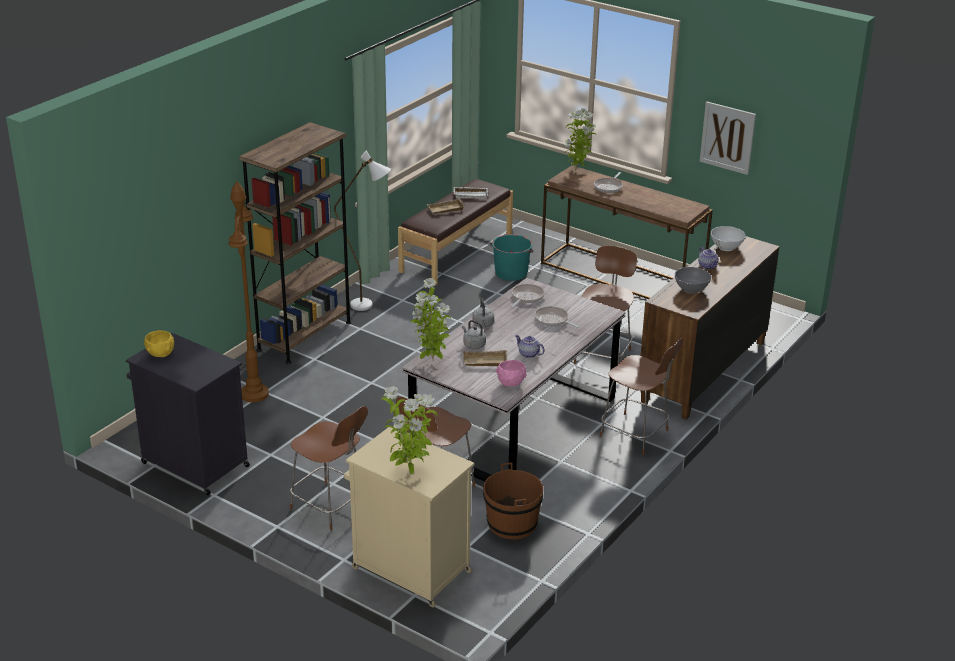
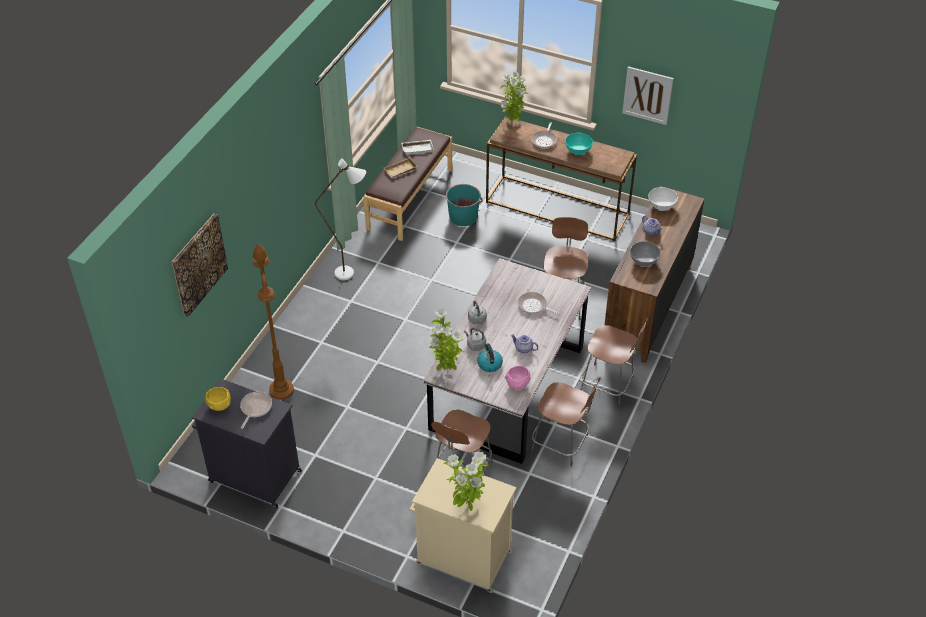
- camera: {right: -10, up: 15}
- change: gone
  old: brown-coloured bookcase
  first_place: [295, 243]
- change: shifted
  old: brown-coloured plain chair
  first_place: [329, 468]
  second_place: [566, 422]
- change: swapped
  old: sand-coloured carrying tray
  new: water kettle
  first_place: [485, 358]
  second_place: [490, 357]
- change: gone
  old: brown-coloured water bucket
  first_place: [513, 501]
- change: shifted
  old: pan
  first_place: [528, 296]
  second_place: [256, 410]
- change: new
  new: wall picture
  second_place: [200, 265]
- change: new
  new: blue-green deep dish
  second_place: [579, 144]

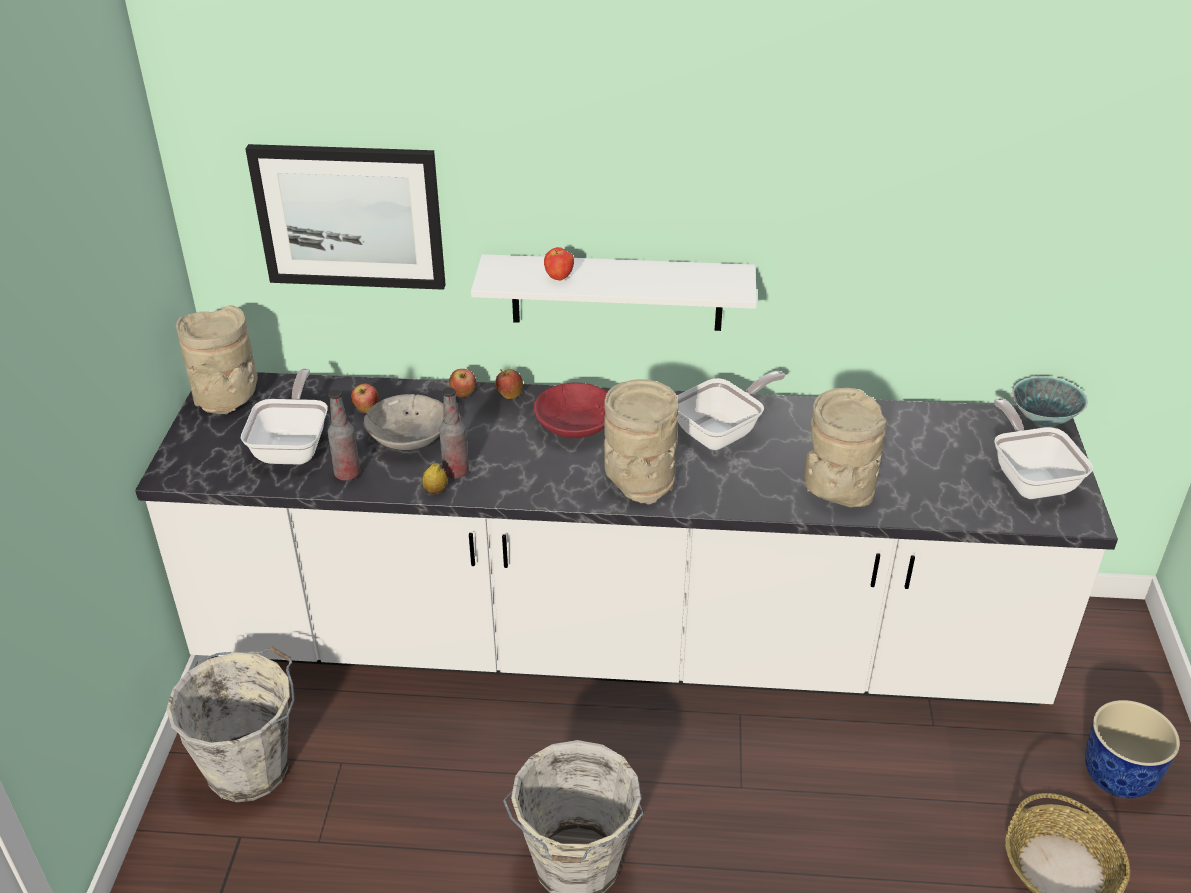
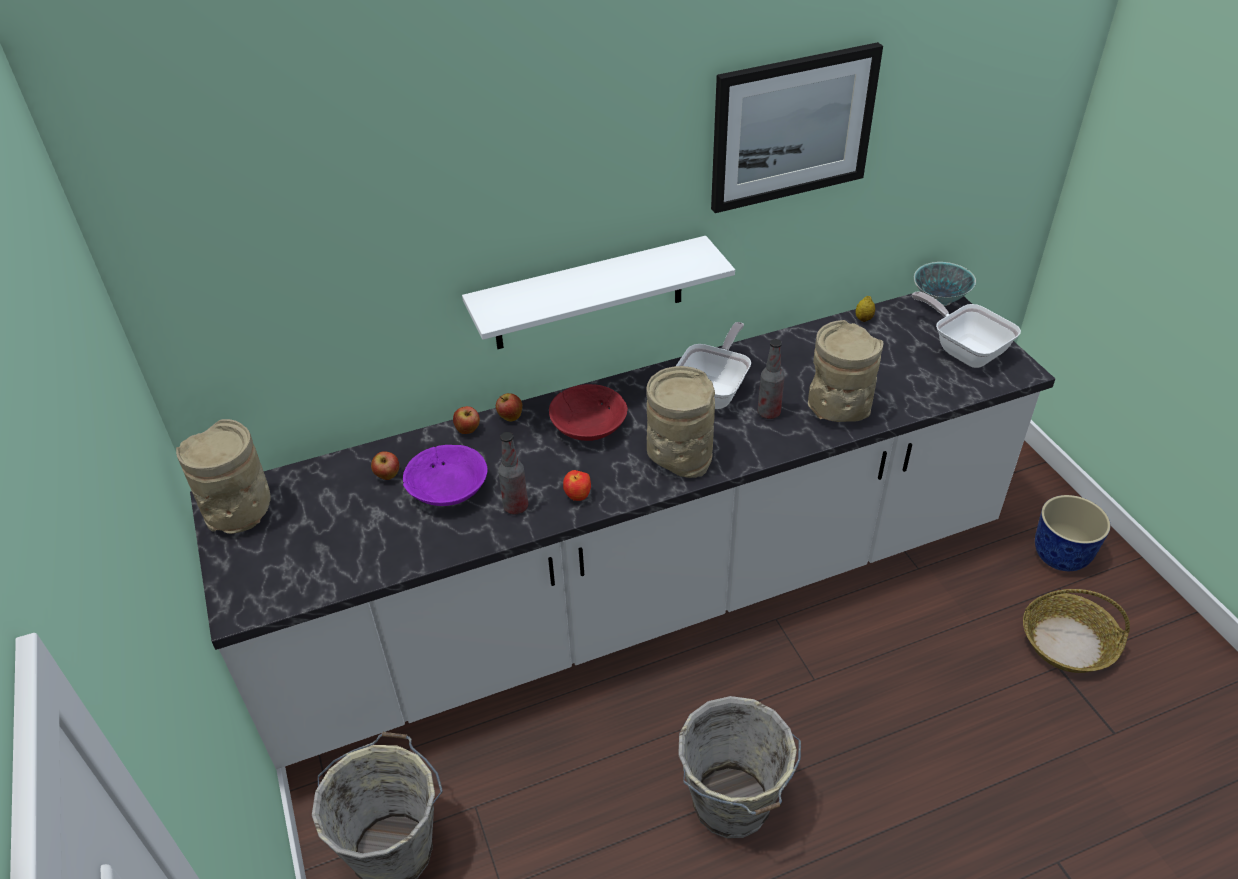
- camera: {right: -25, up: 5}
- change: gone
  old: pan
  first_place: [284, 416]
- change: shifted
  old: wall picture
  first_place: [345, 217]
  second_place: [797, 127]
- change: shifted
  old: drink bottle
  first_place: [344, 435]
  second_place: [771, 379]
- change: repainted
  old: greyish deep dish
  new: purple deep dish
  first_place: [404, 422]
  second_place: [445, 475]
- change: shifted
  old: citrus fruit
  first_place: [434, 478]
  second_place: [865, 309]
- change: shifted
  old: apple fruit
  first_place: [559, 264]
  second_place: [577, 485]

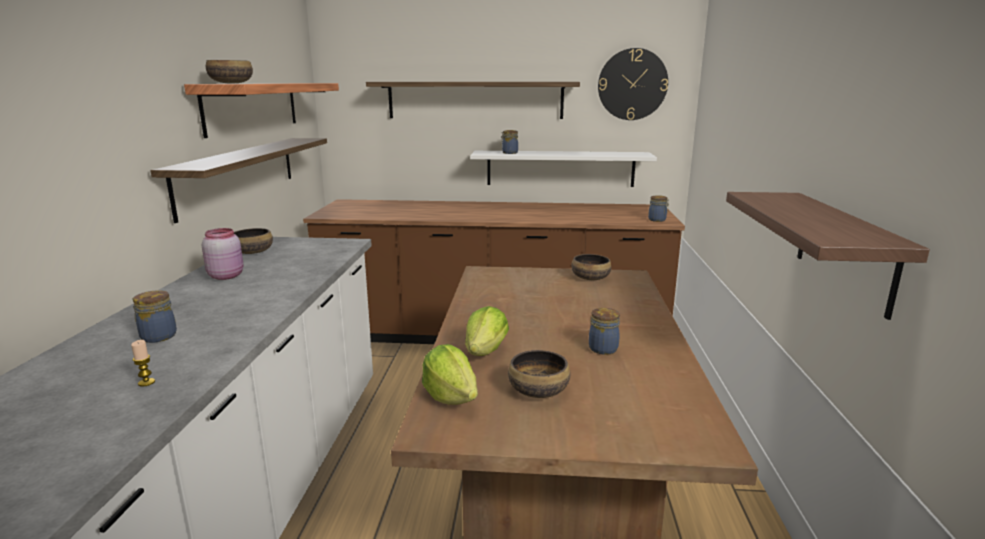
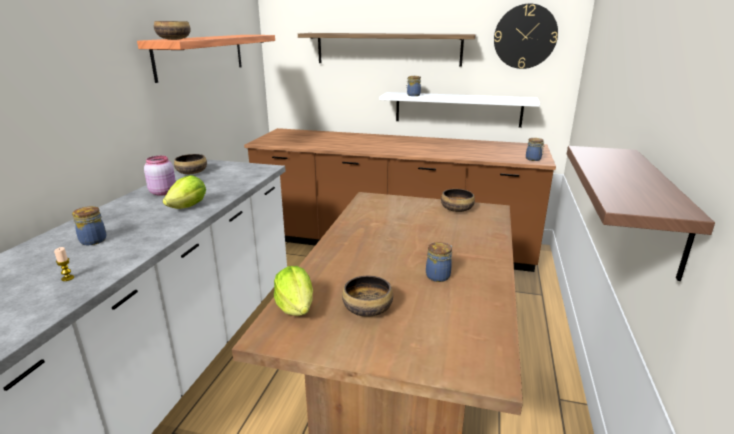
- camera: {right: 10, up: 5}
- change: gone
  old: wall shelf
  first_place: [238, 180]
- change: shifted
  old: head of lettuce
  first_place: [487, 331]
  second_place: [184, 192]

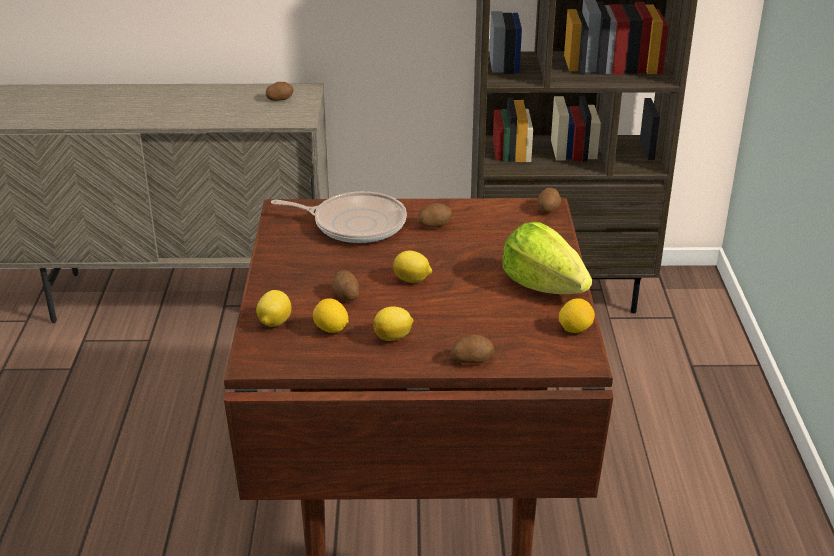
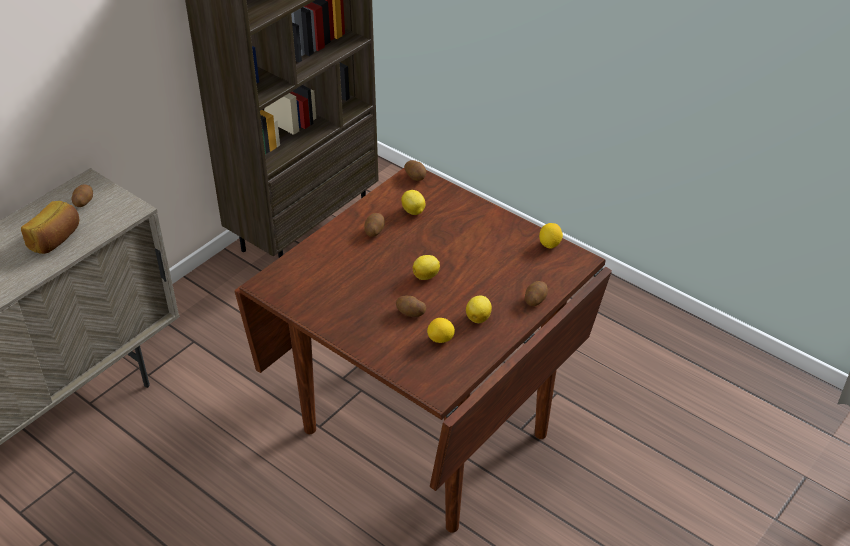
- camera: {right: -50, up: 10}
- change: shifted
  old: citrus fruit
  first_place: [273, 308]
  second_place: [413, 202]
- change: gone
  old: pan
  first_place: [339, 217]
- change: gone
  old: head of lettuce
  first_place: [547, 258]
- change: new
  new: baked bread
  second_place: [50, 227]

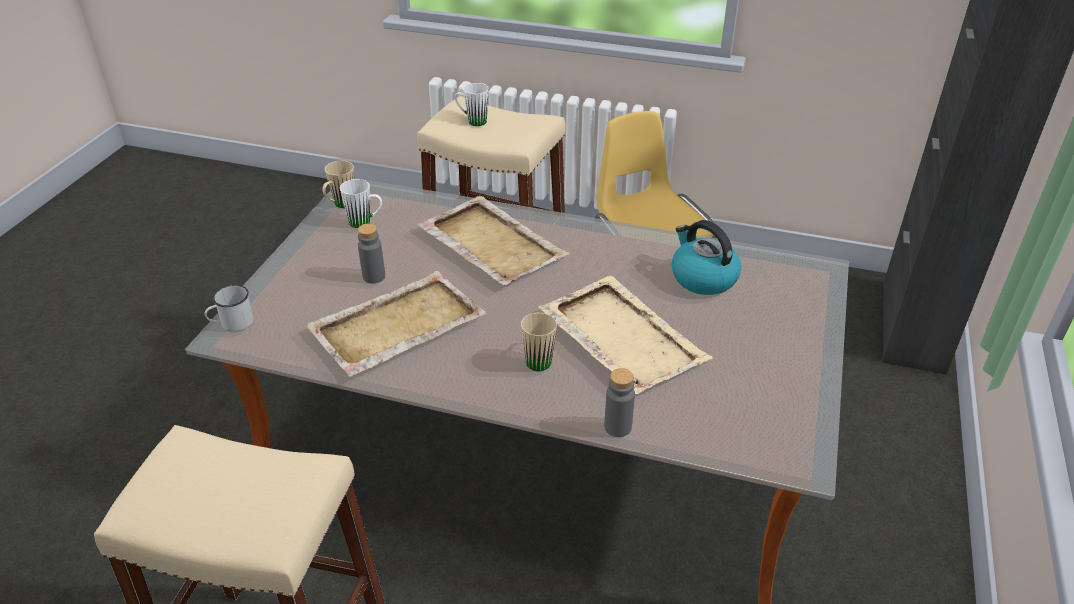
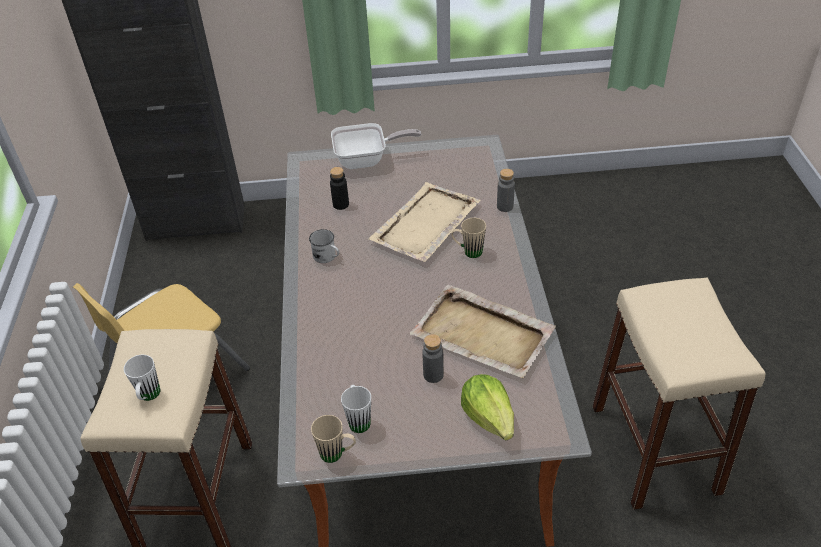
- camera: {right: -110, up: 5}
- change: shifted
  old: whitish tea mug
  first_place: [229, 308]
  second_place: [324, 246]
- change: gone
  old: sand-coloured carrying tray
  first_place: [493, 240]
- change: swapped
  old: water kettle
  new: black-coloured drink bottle
  first_place: [706, 257]
  second_place: [339, 188]
- change: new
  new: pan
  second_place: [376, 146]
- change: new
  new: head of lettuce
  second_place: [487, 407]

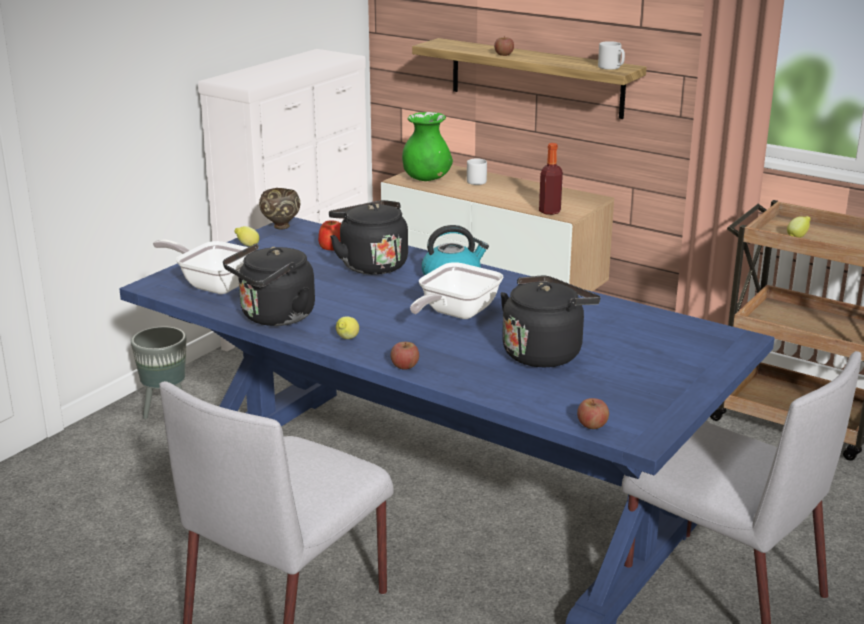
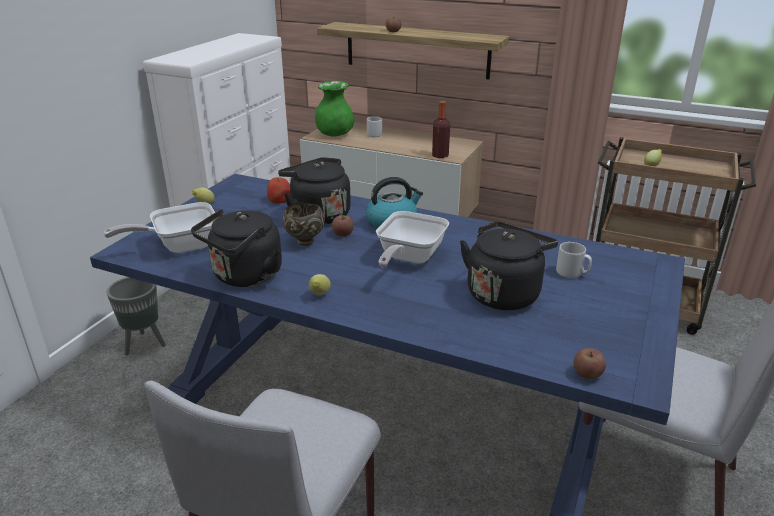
- camera: {right: -10, up: 5}
- change: rotated
  old: pan
  first_place: [200, 267]
  second_place: [160, 227]
  degrees: -45
- change: shifted
  old: brown-coloured deep dish
  first_place: [279, 209]
  second_place: [303, 224]
- change: shifted
  old: apple fruit
  first_place: [405, 356]
  second_place: [343, 226]
- change: shifted
  old: greyish tea mug
  first_place: [611, 55]
  second_place: [574, 260]

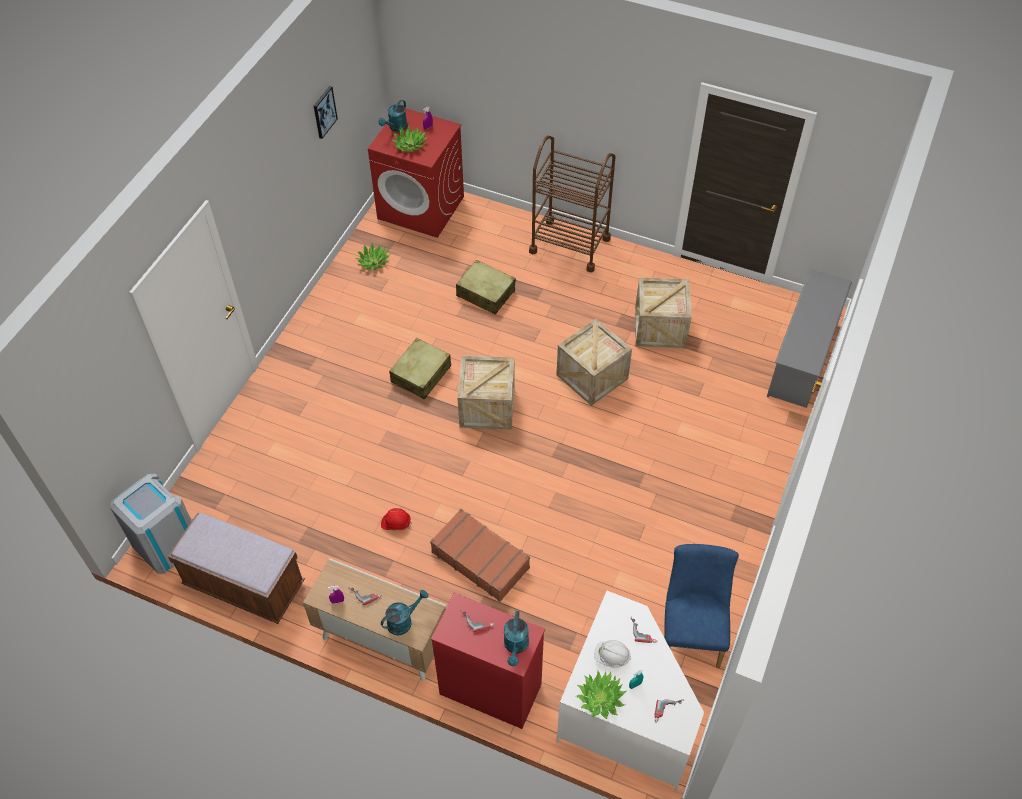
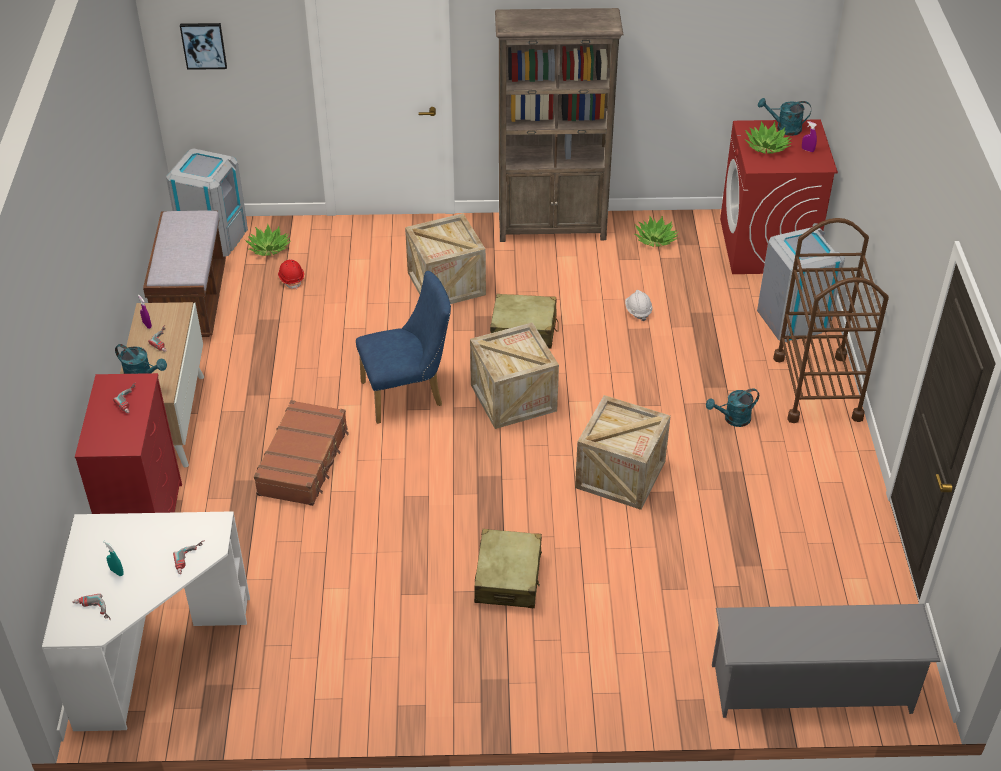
- camera: {right: 65, up: -10}
- change: shifted
  old: wall picture
  first_place: [326, 112]
  second_place: [203, 46]
- change: shifted
  old: reddish safety helmet
  first_place: [396, 519]
  second_place: [291, 274]
- change: shifted
  old: sand-coloured piece of luggage
  first_place: [486, 287]
  second_place: [508, 568]
- change: shifted
  old: blue-green watering pot
  first_place: [516, 638]
  second_place: [732, 407]
- change: shifted
  old: potted plant
  first_place: [601, 695]
  second_place: [268, 240]
- change: shifted
  old: whitish safety helmet
  first_place: [612, 654]
  second_place: [638, 305]
- change: shifted
  old: shipping crate
  first_place: [663, 312]
  second_place: [445, 258]
- change: shifted
  old: bluish plain chair
  first_place: [701, 606]
  second_place: [403, 347]
- change: new
  new: brown-coloured bookcase
  second_place: [559, 125]
- change: new
  new: greyish waste bin
  second_place: [801, 284]

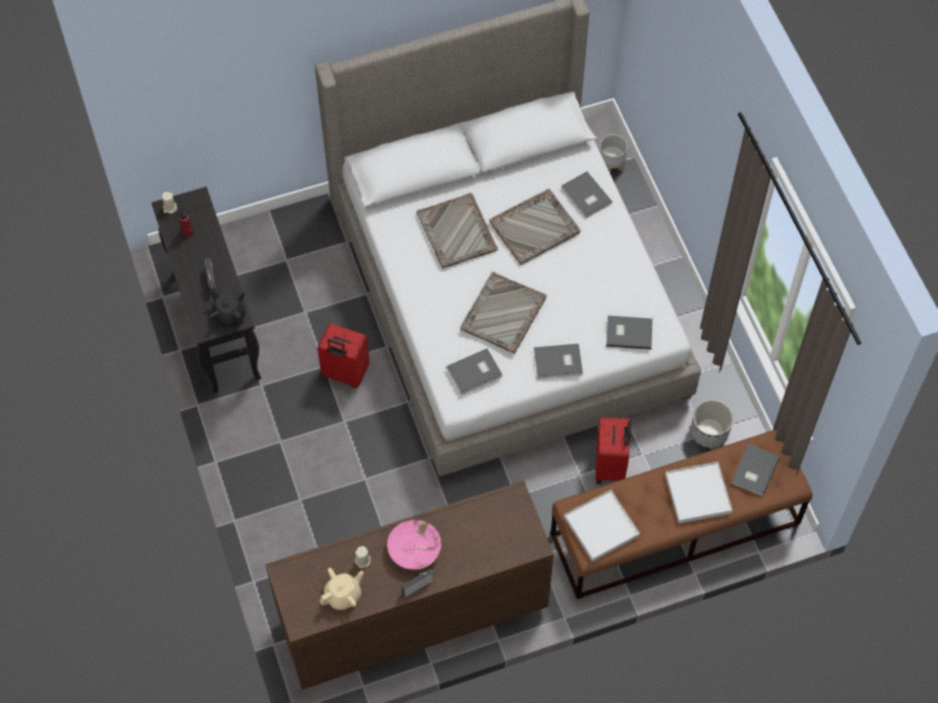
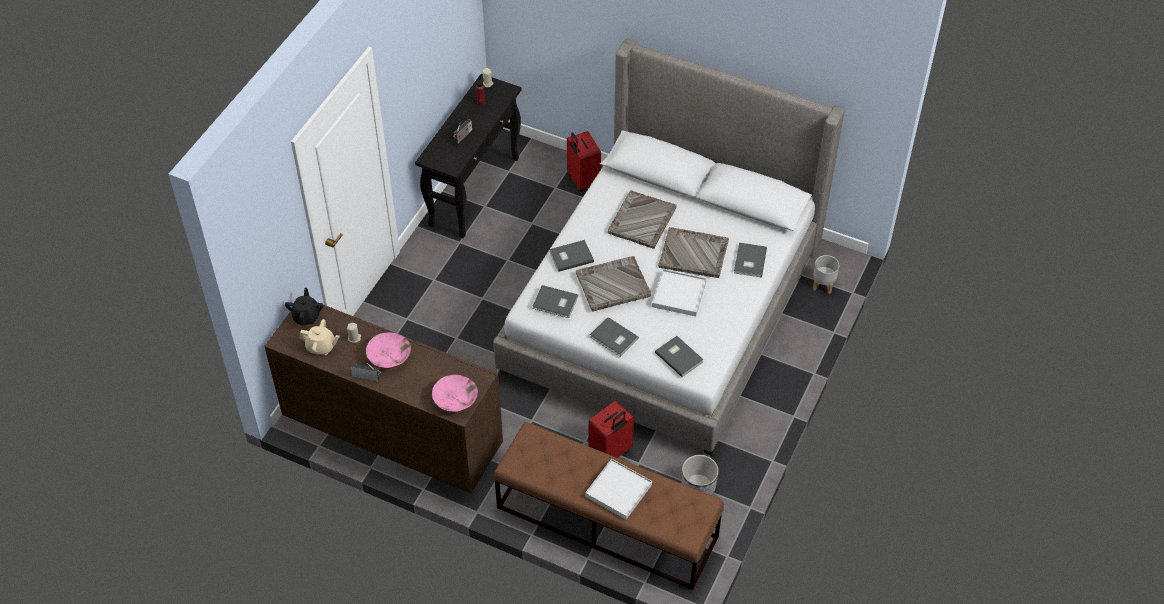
- camera: {right: 45, up: -10}
- change: shifted
  old: black-coloured tea pot
  first_place: [227, 308]
  second_place: [304, 306]
- change: shifted
  old: reddish piece of luggage
  first_place: [343, 355]
  second_place: [584, 161]
- change: shifted
  old: whitish carrying tray
  first_place: [602, 526]
  second_place: [679, 293]
- change: shifted
  old: greyish bound book
  first_place: [755, 470]
  second_place: [571, 256]
- change: new
  new: pinkish deep dish
  second_place: [455, 393]

